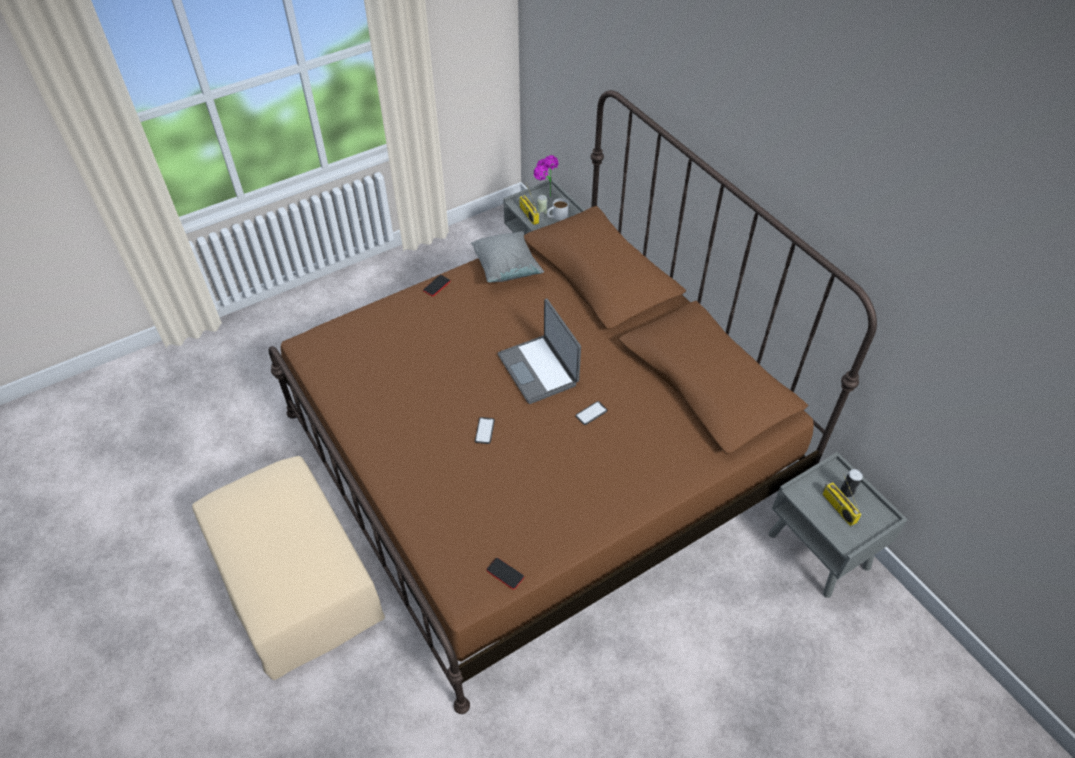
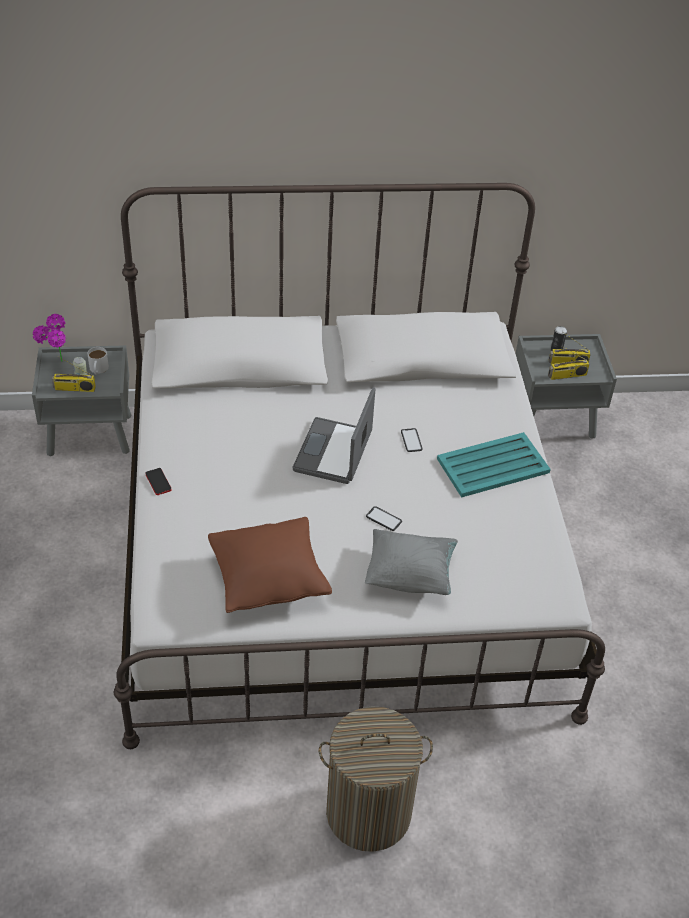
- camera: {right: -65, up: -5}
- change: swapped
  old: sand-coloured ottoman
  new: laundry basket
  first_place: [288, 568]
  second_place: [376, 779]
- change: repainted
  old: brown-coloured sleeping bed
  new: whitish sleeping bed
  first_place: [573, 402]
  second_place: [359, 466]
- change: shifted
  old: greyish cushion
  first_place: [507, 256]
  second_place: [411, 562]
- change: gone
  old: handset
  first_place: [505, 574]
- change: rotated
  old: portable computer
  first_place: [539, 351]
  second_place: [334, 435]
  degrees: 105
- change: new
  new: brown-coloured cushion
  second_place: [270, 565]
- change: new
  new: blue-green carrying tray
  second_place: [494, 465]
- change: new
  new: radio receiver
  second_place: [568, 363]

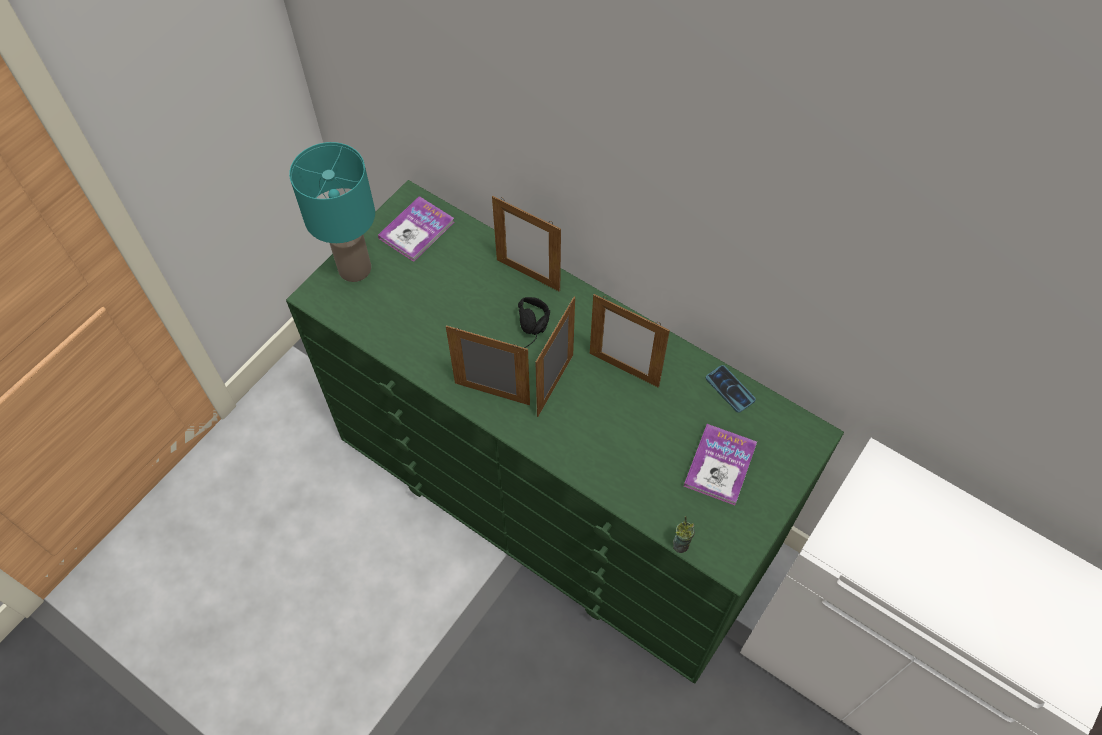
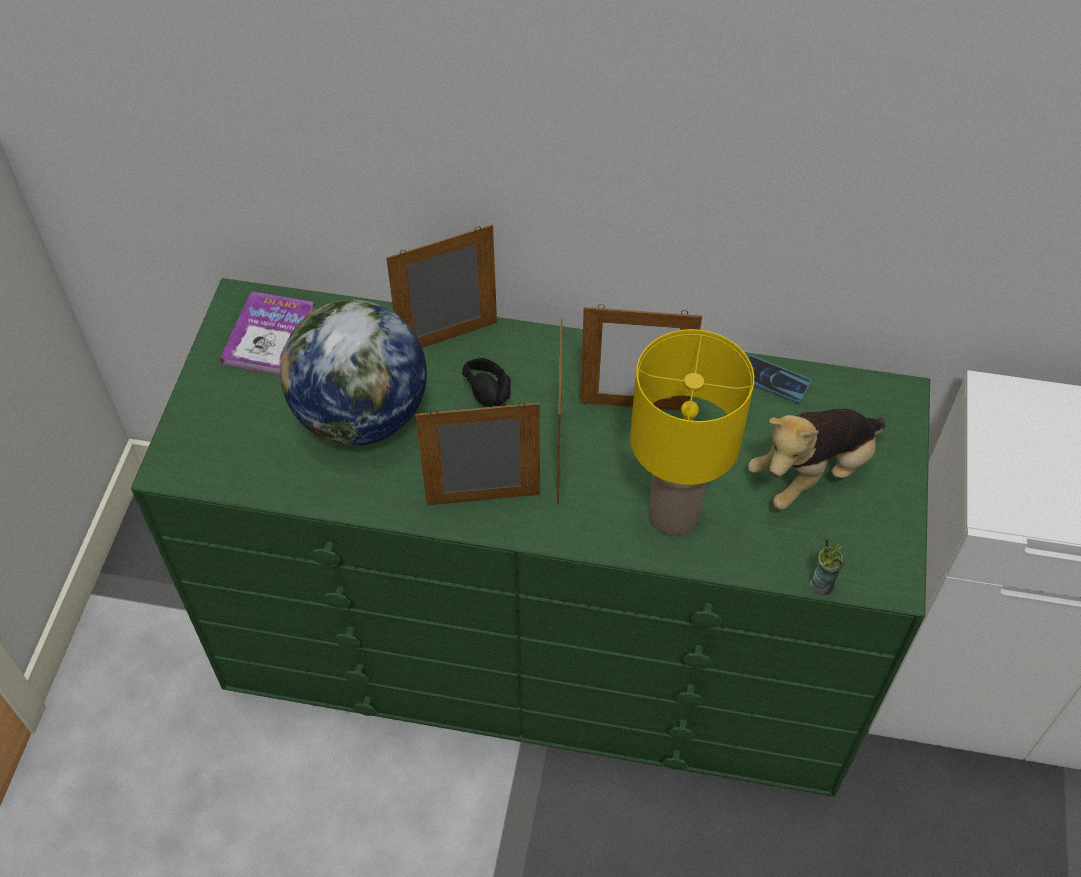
- camera: {right: -25, up: -5}
- change: gone
  old: blue-green table lamp
  first_place: [332, 212]
- change: rotated
  old: photo frame
  first_place: [526, 244]
  second_place: [441, 286]
  degrees: 150
- change: swapped
  old: bound book
  new: plush toy
  first_place: [720, 464]
  second_place: [817, 459]
- change: new
  new: globe
  second_place: [353, 373]
- change: new
  new: yellow-coloured table lamp
  second_place: [692, 432]

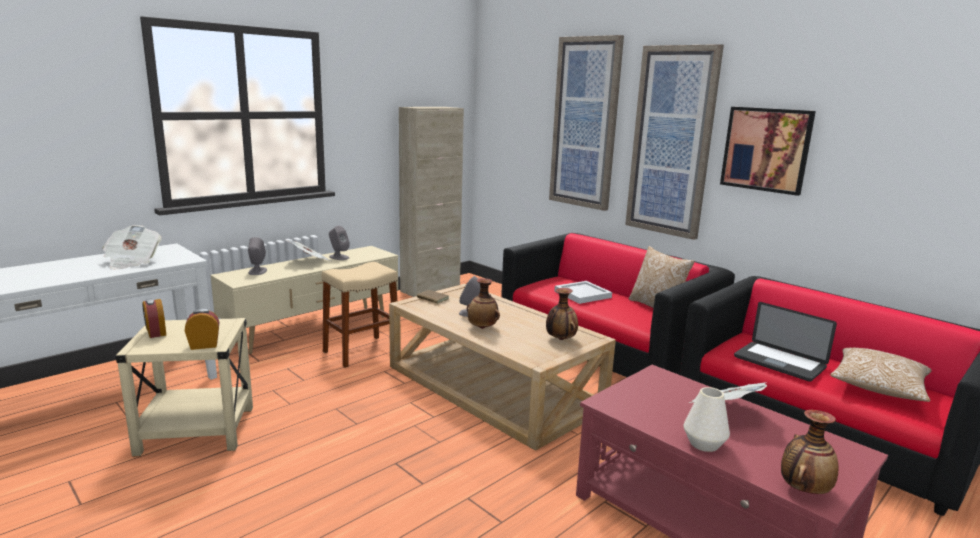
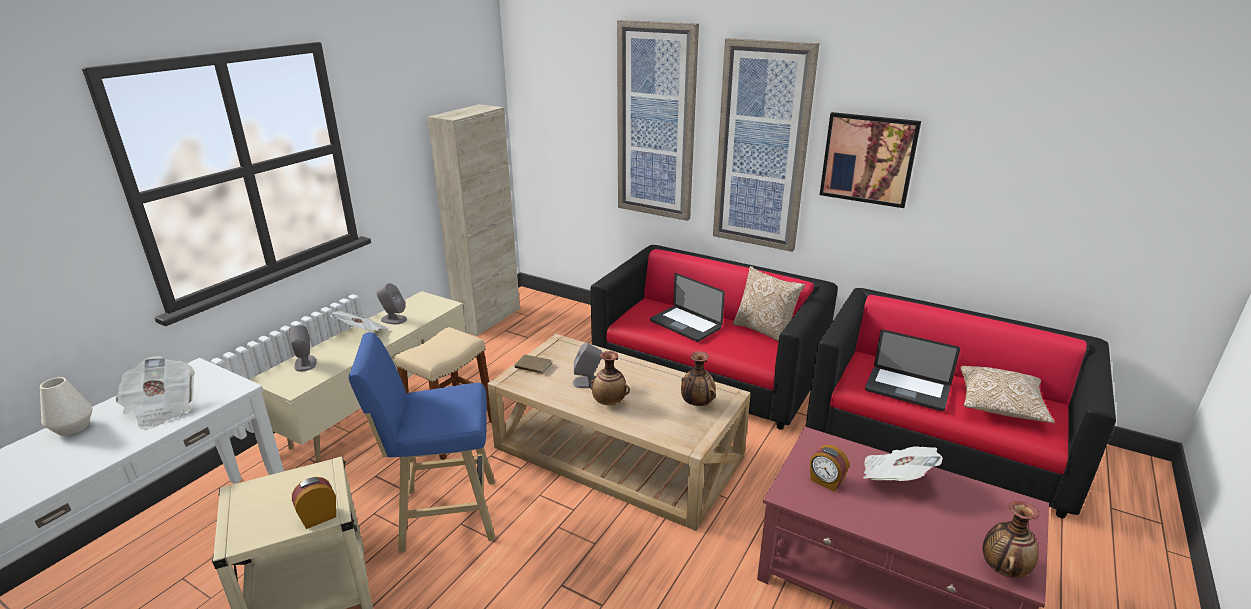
- camera: {right: -15, up: 10}
- change: shifted
  old: table clock
  first_place: [154, 318]
  second_place: [829, 468]
- change: swapped
  old: whitish carrying tray
  new: portable computer
  first_place: [583, 292]
  second_place: [687, 307]
- change: shifted
  old: whitish decorative vase
  first_place: [707, 419]
  second_place: [66, 406]
- change: new
  new: bluish stool seat
  second_place: [422, 442]

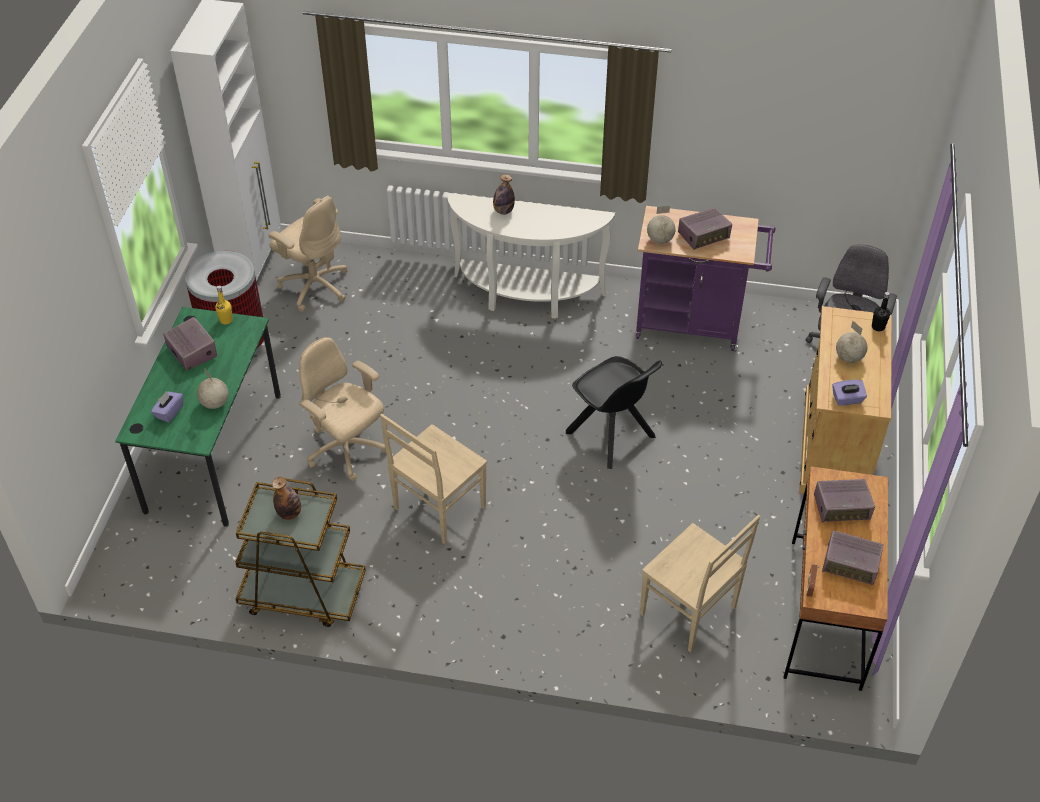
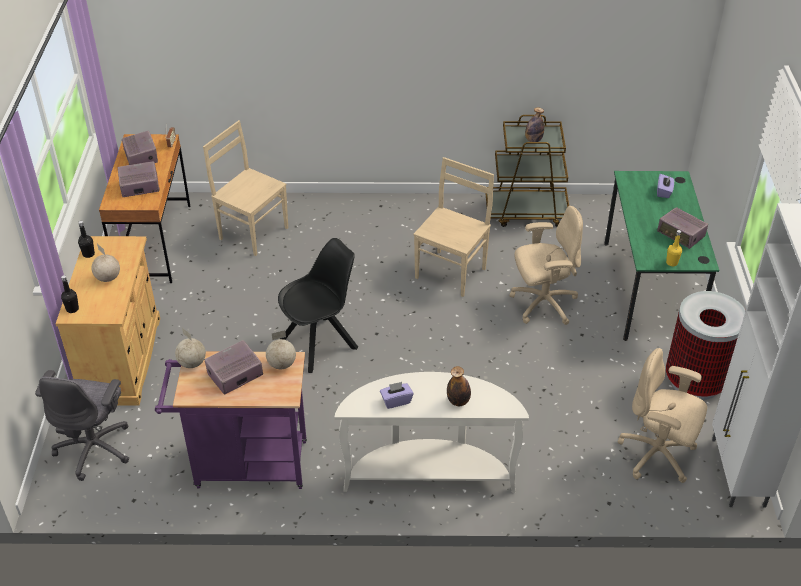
- camera: {right: 170, up: -5}
- change: shifted
  old: globe
  first_place: [213, 388]
  second_place: [190, 348]
- change: rotated
  old: sand-coloured desk chair
  first_place: [342, 409]
  second_place: [546, 265]
  degrees: -45
- change: rotated
  old: black-coloured plain chair
  first_place: [613, 412]
  second_place: [318, 305]
  degrees: 105
- change: rotated
  old: radio receiver
  first_place: [852, 558]
  second_place: [140, 148]
  degrees: 60
- change: shifted
  old: purple tissue holder
  first_place: [849, 393]
  second_place: [397, 395]
- change: new
  new: black-coloured drink bottle
  second_place: [86, 239]

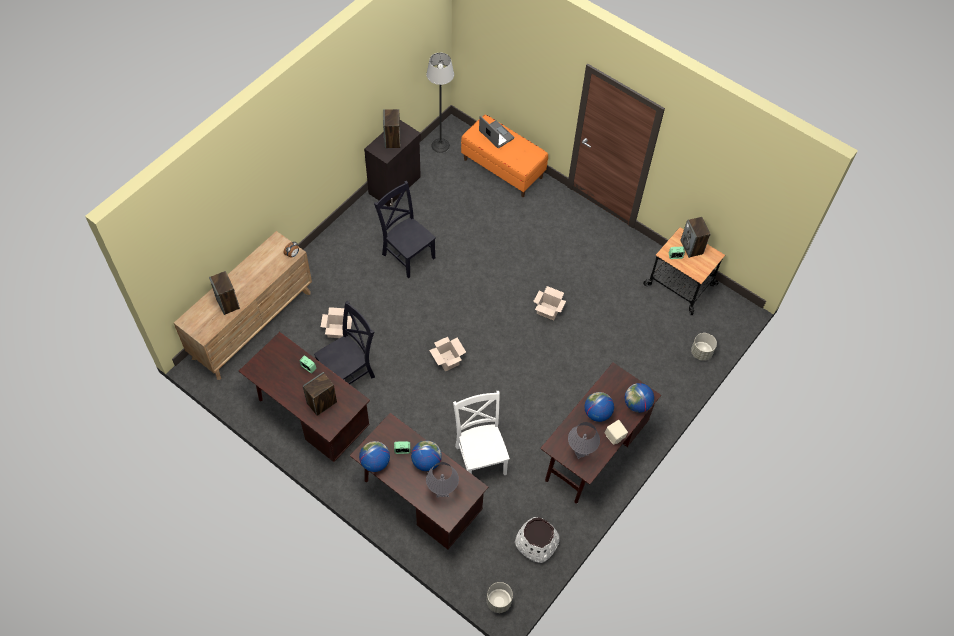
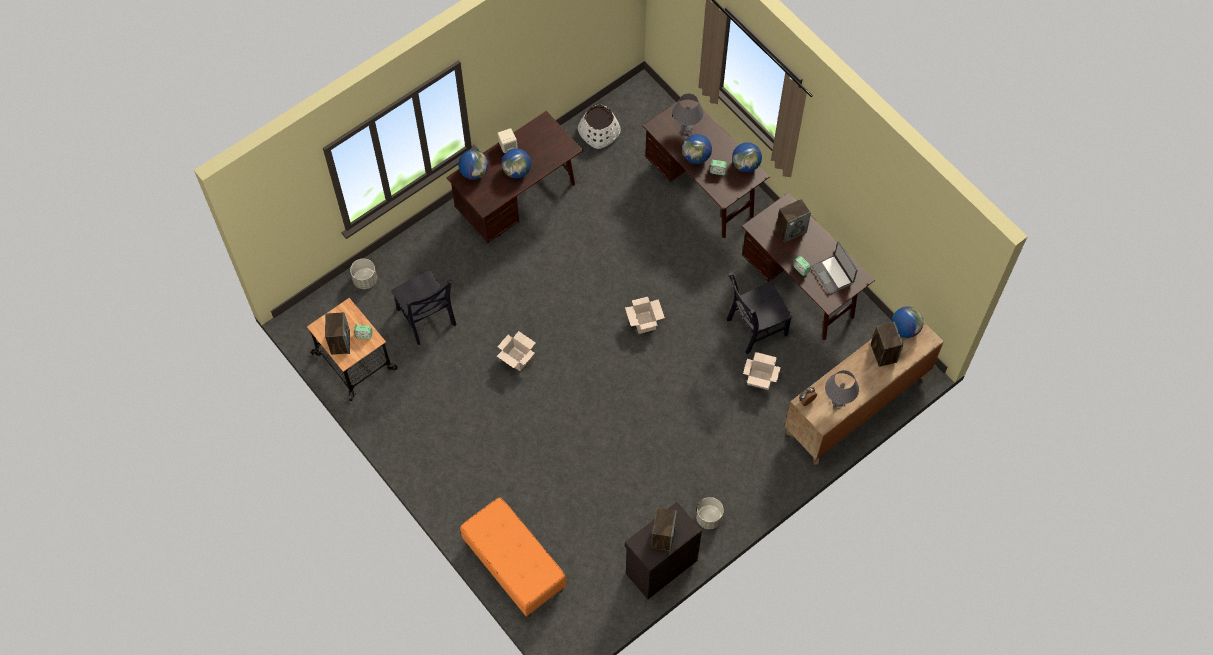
- camera: {right: -165, up: 5}
- change: shifted
  old: black-coloured plain chair
  first_place: [405, 229]
  second_place: [424, 307]
- change: gone
  old: standing lamp
  first_place: [440, 103]
- change: gone
  old: whitish plain chair
  first_place: [481, 433]
- change: shifted
  old: portable computer
  first_place: [497, 132]
  second_place: [834, 268]
- change: shifted
  old: greyish flower pot
  first_place: [500, 597]
  second_place: [710, 513]
- change: shifted
  old: greyish table lamp
  first_place: [584, 440]
  second_place: [842, 389]
- change: new
  new: globe
  second_place: [907, 322]

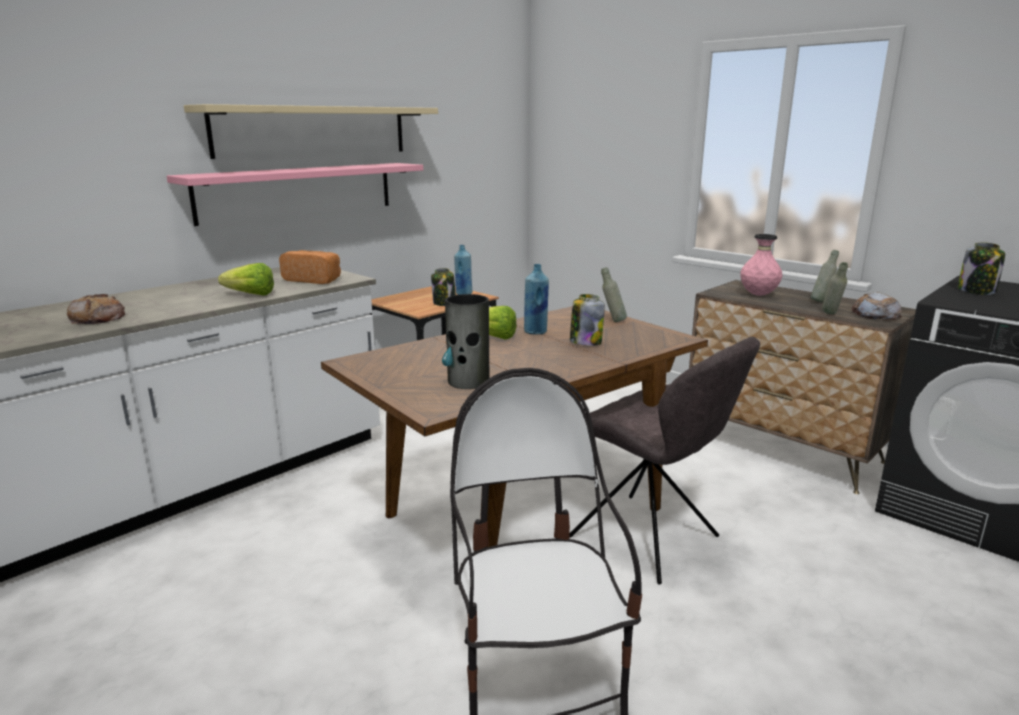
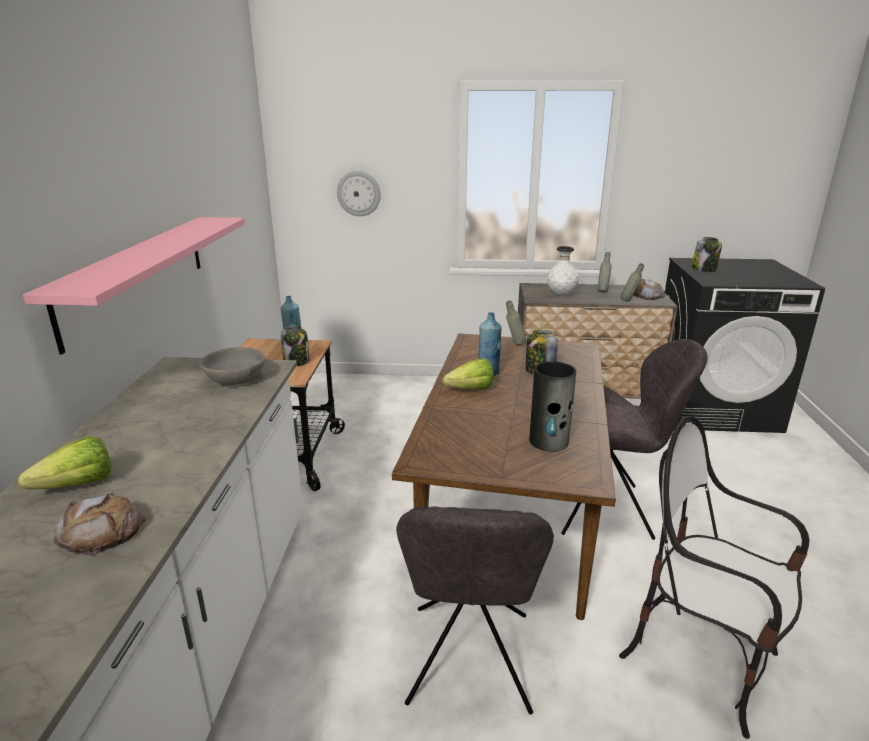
- camera: {right: -40, up: 5}
- change: gone
  old: sand-coloured wall shelf
  first_place: [311, 131]
- change: shifted
  old: head of lettuce
  first_place: [246, 279]
  second_place: [64, 463]
- change: swapped
  old: baked bread
  new: greyish deep dish
  first_place: [310, 267]
  second_place: [232, 366]
- change: repainted
  old: pinkish decorative vase
  new: whitish decorative vase
  first_place: [761, 265]
  second_place: [563, 270]
- change: new
  new: hanging clock
  second_place: [359, 193]
- change: new
  new: greyish plain chair
  second_place: [475, 610]

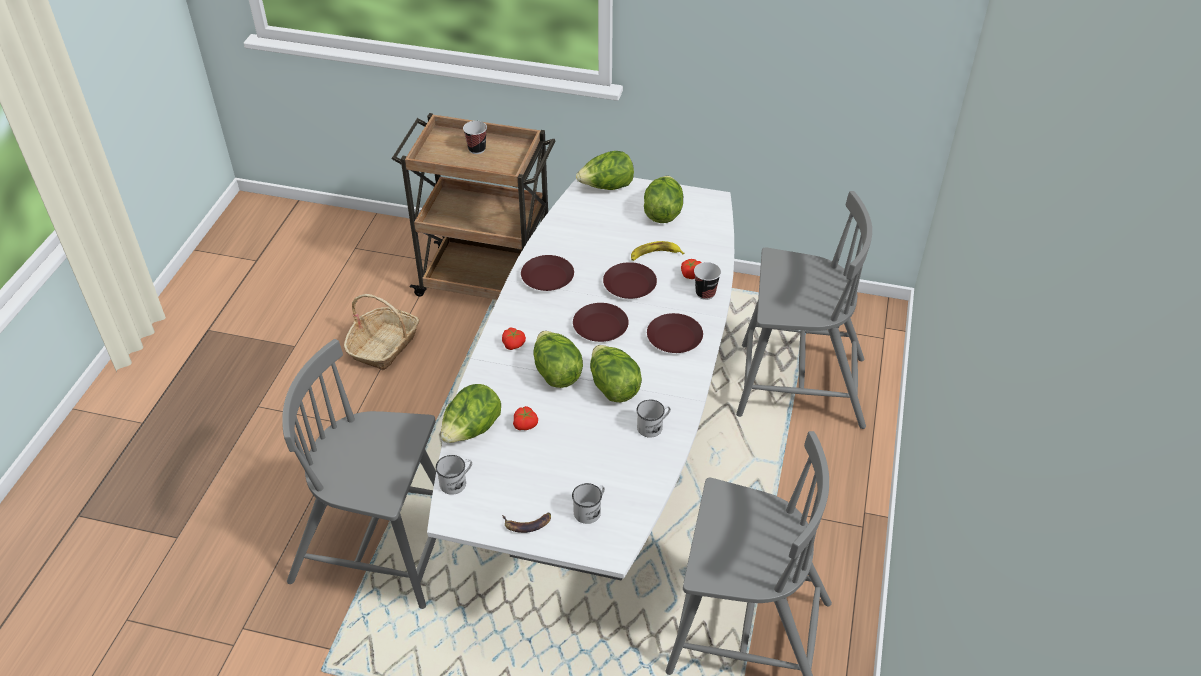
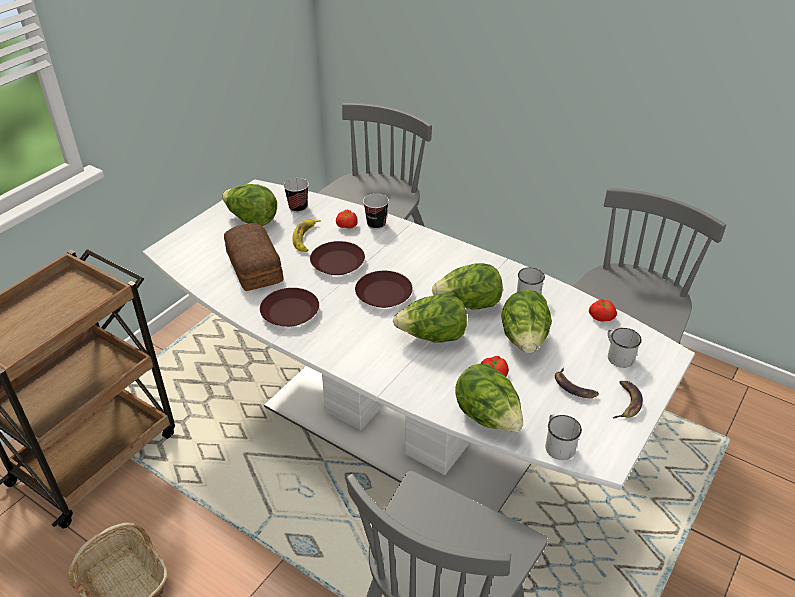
- camera: {right: -70, up: -5}
- change: shifted
  old: cup
  first_place: [475, 137]
  second_place: [296, 195]
- change: shifted
  old: tomato
  first_place: [514, 339]
  second_place: [603, 310]
- change: shifted
  old: head of lettuce
  first_place: [605, 170]
  second_place: [526, 321]
- change: gone
  old: brown-coloured plate
  first_place: [675, 333]
- change: new
  new: baked bread
  second_place: [254, 257]
- change: new
  new: whole banana
  second_place: [577, 383]

